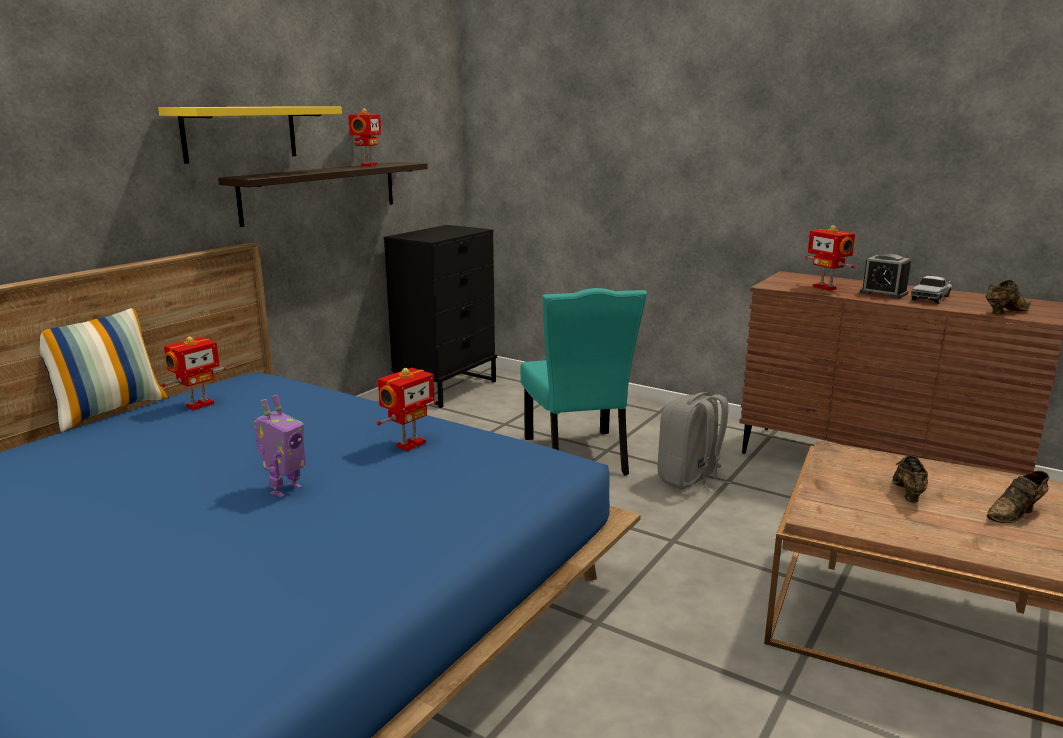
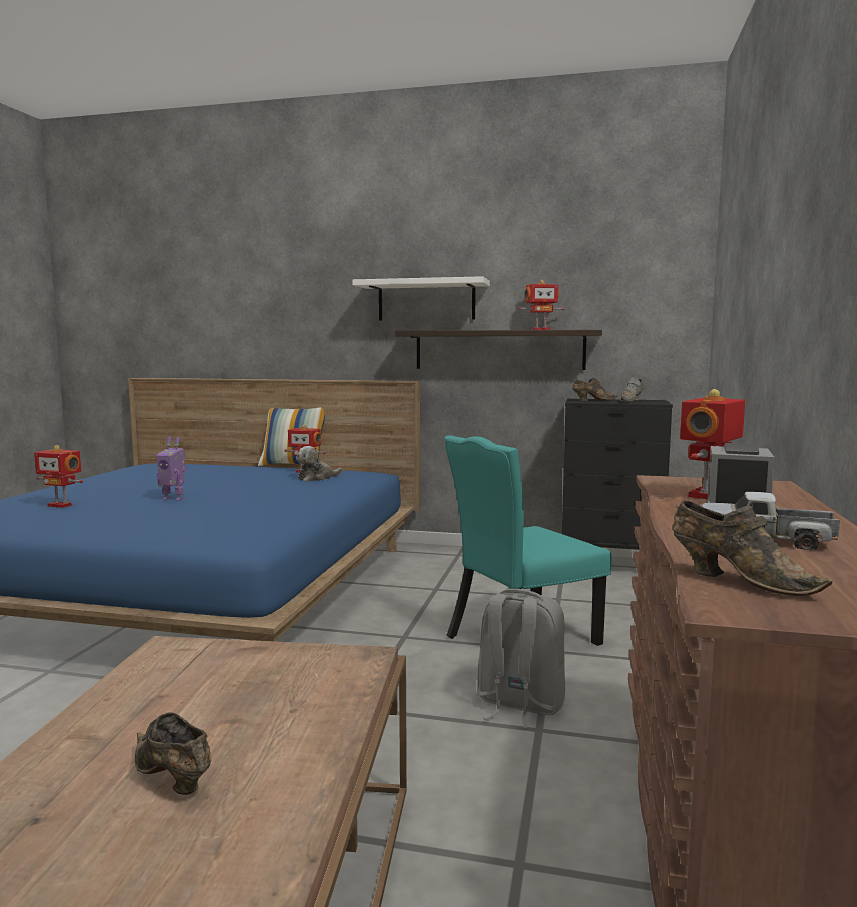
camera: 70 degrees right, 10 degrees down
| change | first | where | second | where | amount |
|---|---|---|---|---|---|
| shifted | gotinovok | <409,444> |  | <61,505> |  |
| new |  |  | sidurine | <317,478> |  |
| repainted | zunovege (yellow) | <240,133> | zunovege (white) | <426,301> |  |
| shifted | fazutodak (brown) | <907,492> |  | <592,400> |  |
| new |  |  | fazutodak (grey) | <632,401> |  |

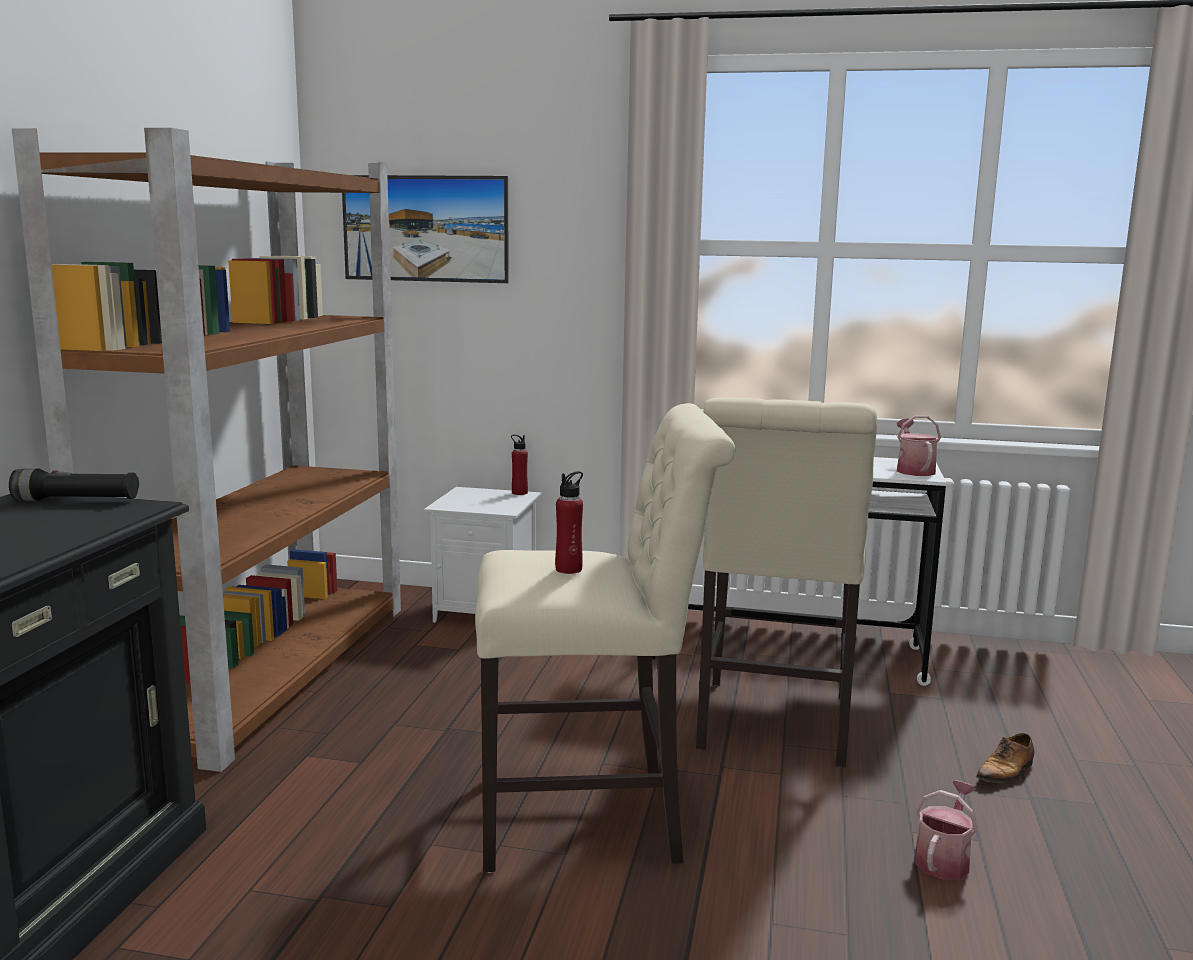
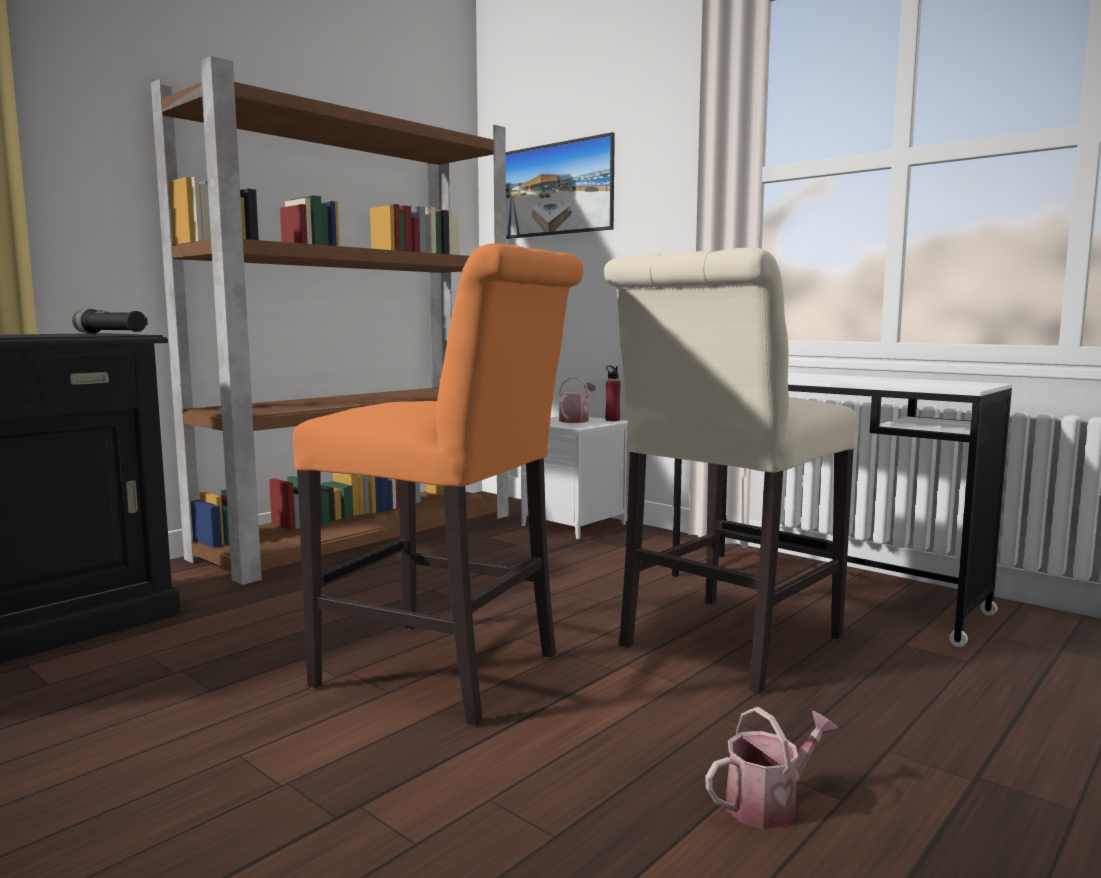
camera: 30 degrees right, 5 degrees down
| change | first | where | second | where | amount |
|---|---|---|---|---|---|
| repainted | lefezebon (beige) | <593,820> | lefezebon (orange) | <449,674> |  |
| shifted | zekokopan | <913,470> |  | <576,420> |  |
| gone | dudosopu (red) | <569,569> |  |  |  |
| gone | fazutodak | <1005,772> |  |  |  |

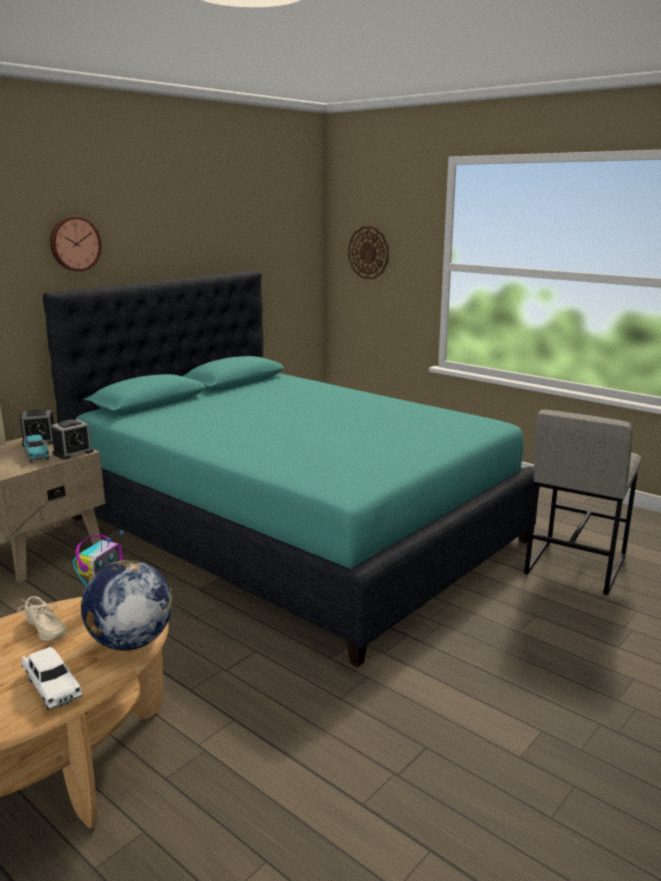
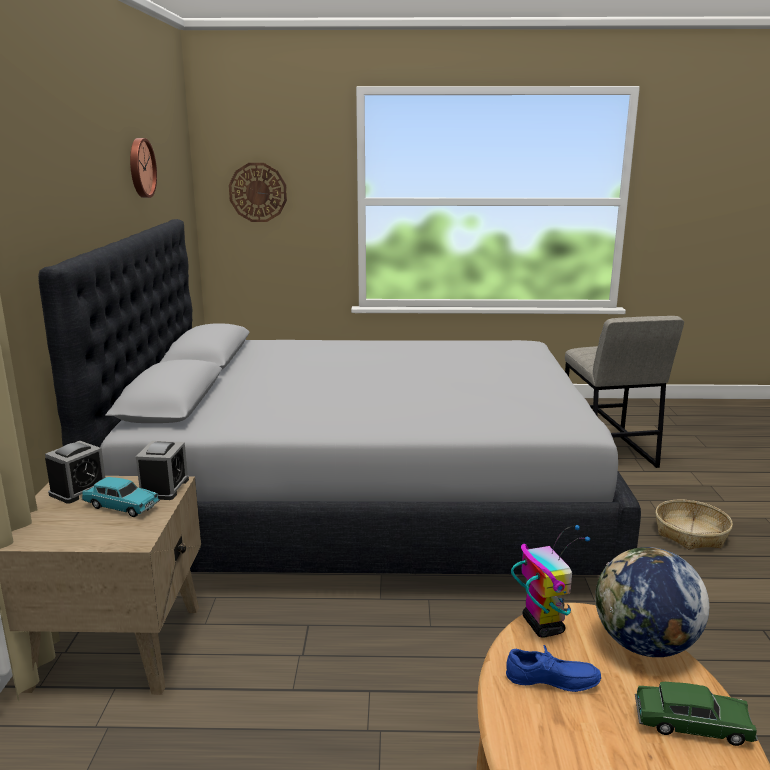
camera: 40 degrees left, 0 degrees up
| change | first | where | second | where | amount |
|---|---|---|---|---|---|
| repainted | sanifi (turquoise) | <293,528> | sanifi (grey) | <362,505> |  |
| shifted | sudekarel | <74,243> |  | <140,168> |  |
| repainted | fazutodak (beige) | <43,630> | fazutodak (blue) | <552,682> |  |
| repainted | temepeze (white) | <52,687> | temepeze (green) | <692,725> |  |
| new |  |  | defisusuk | <690,533> |  |

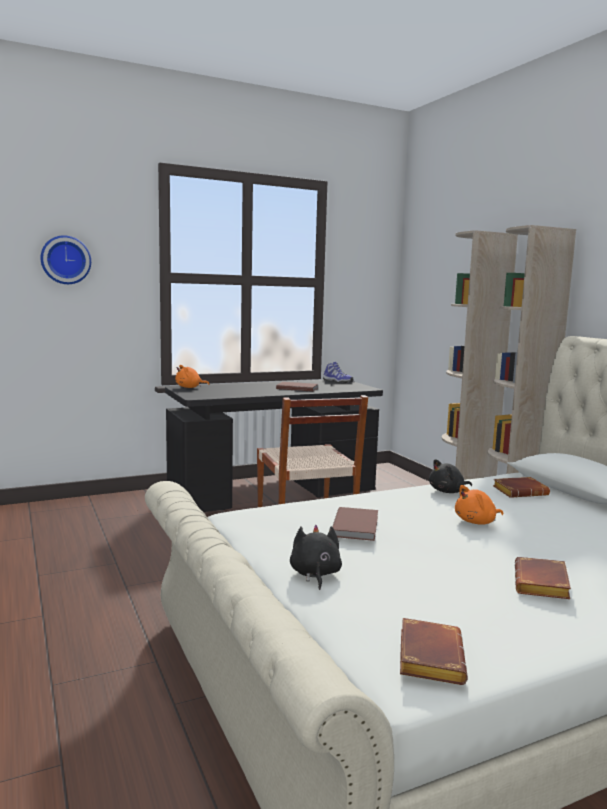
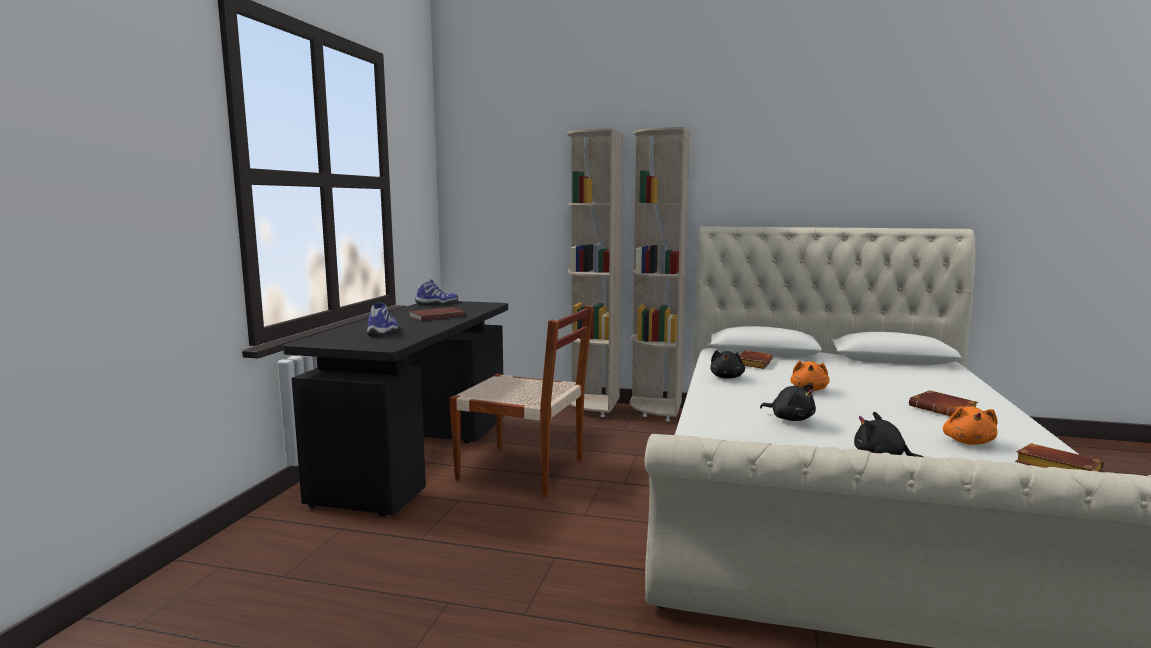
camera: 50 degrees left, 0 degrees up
| change | first | where | second | where | amount |
|---|---|---|---|---|---|
| new |  |  | fazutodak | <384,332> |  |
| swapped | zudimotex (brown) | <357,526> | sidurine (black) | <790,418> |  |
| shifted | sidurine (orange) | <190,387> |  | <968,442> |  |
| gone | sudekarel | <65,260> |  |  |  |

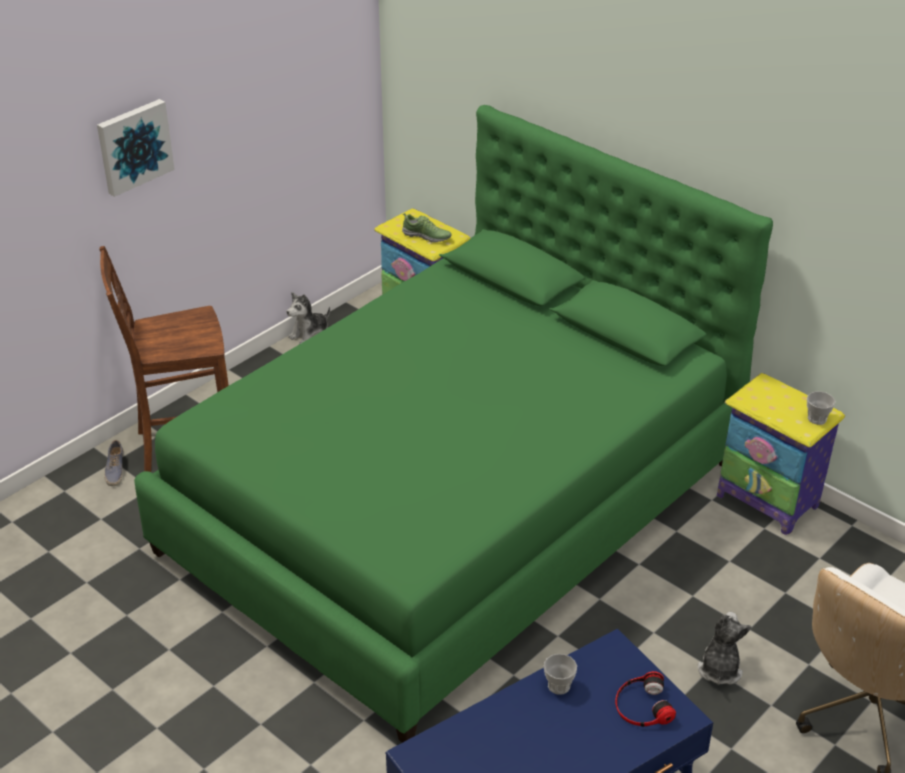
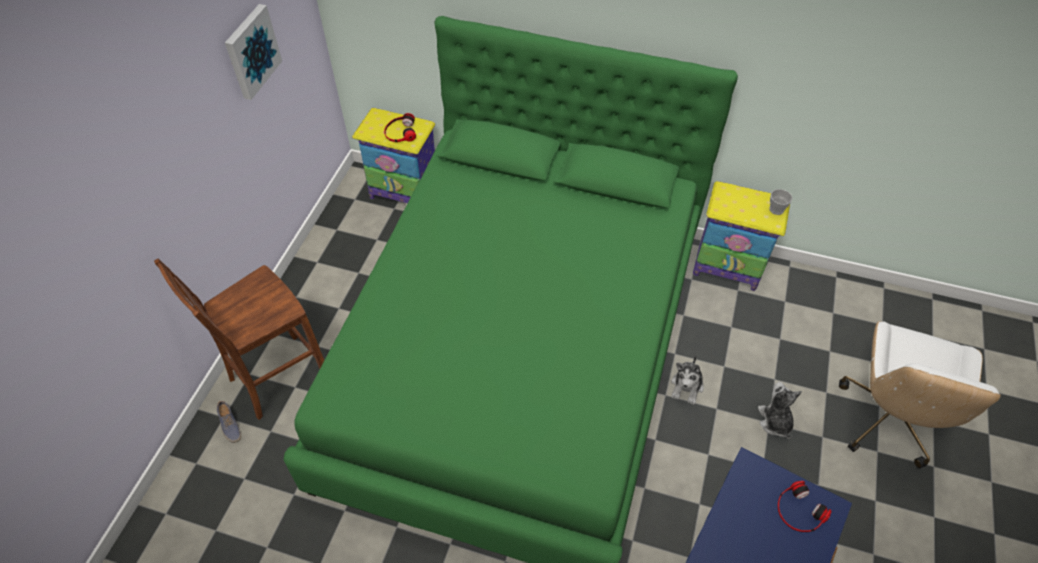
camera: 25 degrees left, 15 degrees up
| change | first | where | second | where | amount |
|---|---|---|---|---|---|
| shifted | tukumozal | <134,146> |  | <251,51> |  |
| swapped | fazutodak | <427,236> | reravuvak | <400,132> |  |
| shifted | sidurine | <310,335> |  | <687,386> |  |
| gone | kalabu | <559,685> |  |  |  |

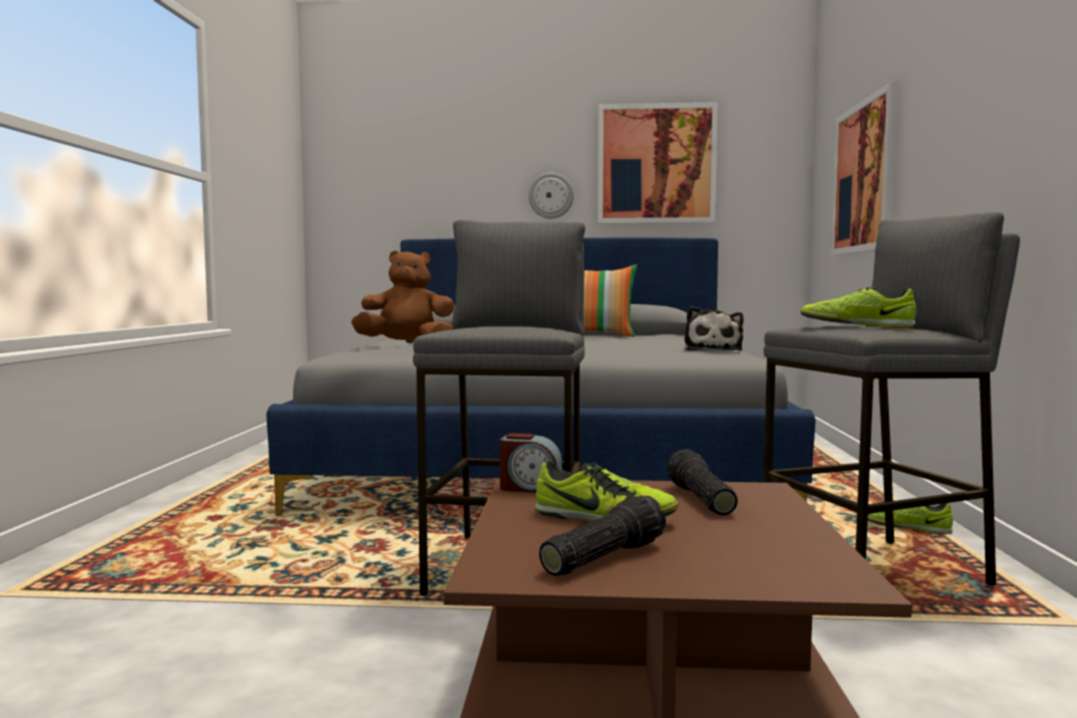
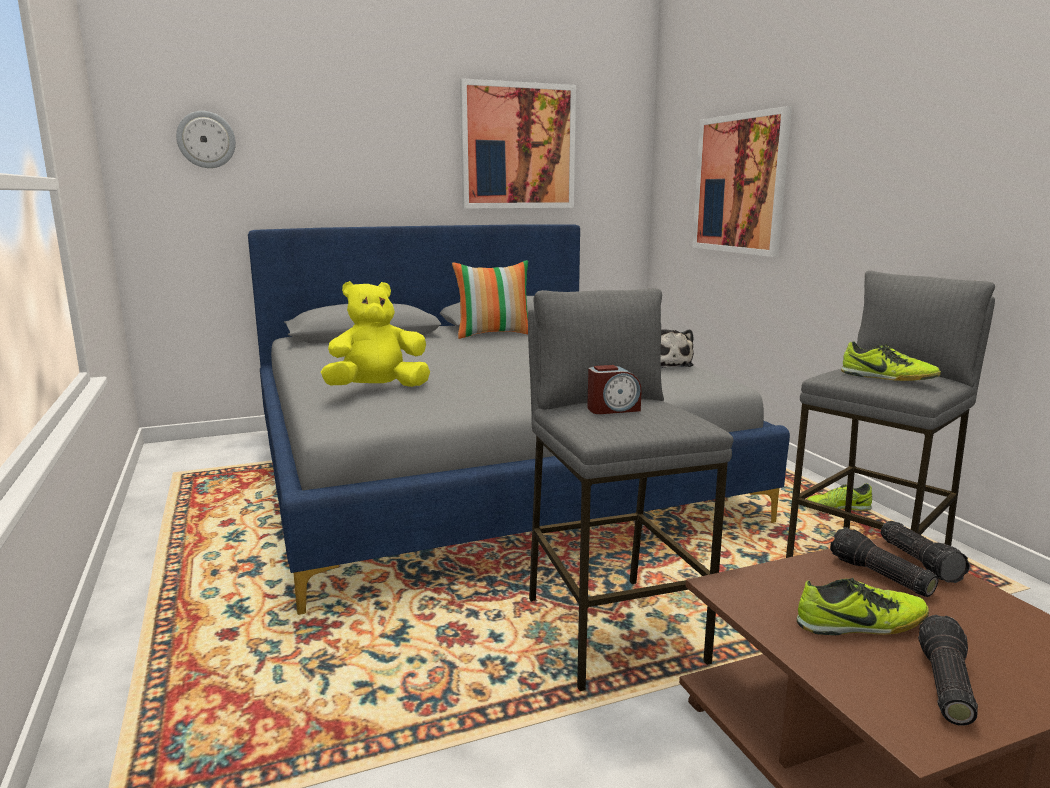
camera: 25 degrees left, 10 degrees up
| change | first | where | second | where | amount |
|---|---|---|---|---|---|
| shifted | sudekarel | <551,195> |  | <206,139> |  |
| repainted | sidurine (brown) | <407,345> | sidurine (yellow) | <377,389> |  |
| shifted | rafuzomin | <530,488> |  | <613,409> |  |
| rotated | fazutodak | <856,326> |  | <887,378> | 135 degrees counterclockwise |
| new |  |  | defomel | <921,561> |  |

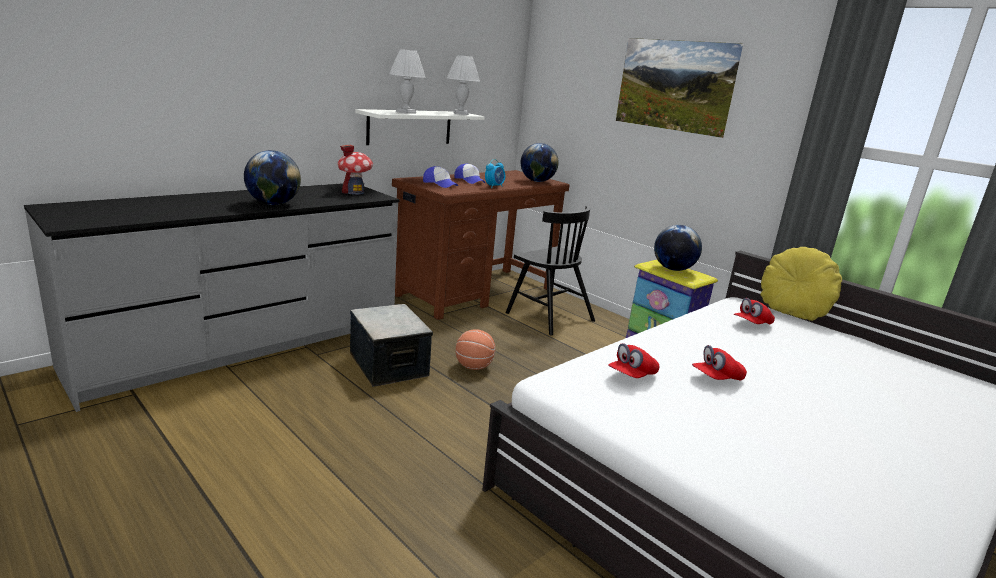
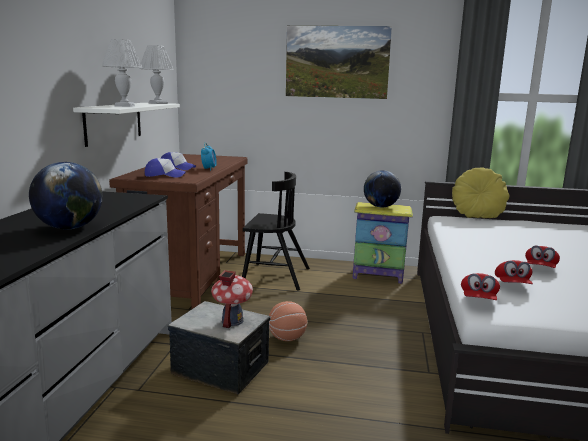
camera: 35 degrees left, 5 degrees down
| change | first | where | second | where | amount |
|---|---|---|---|---|---|
| shifted | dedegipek | <354,192> |  | <232,321> |  |
| shifted | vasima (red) | <751,324> |  | <478,300> |  |
| gone | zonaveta | <537,181> |  |  |  |

